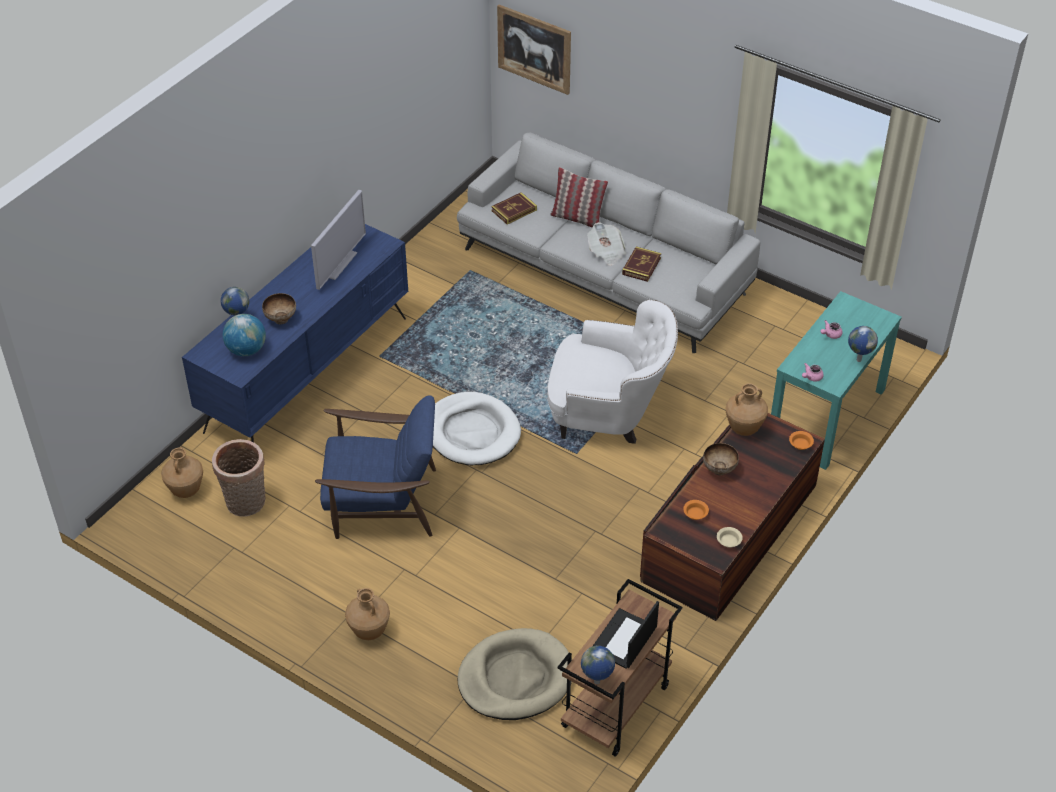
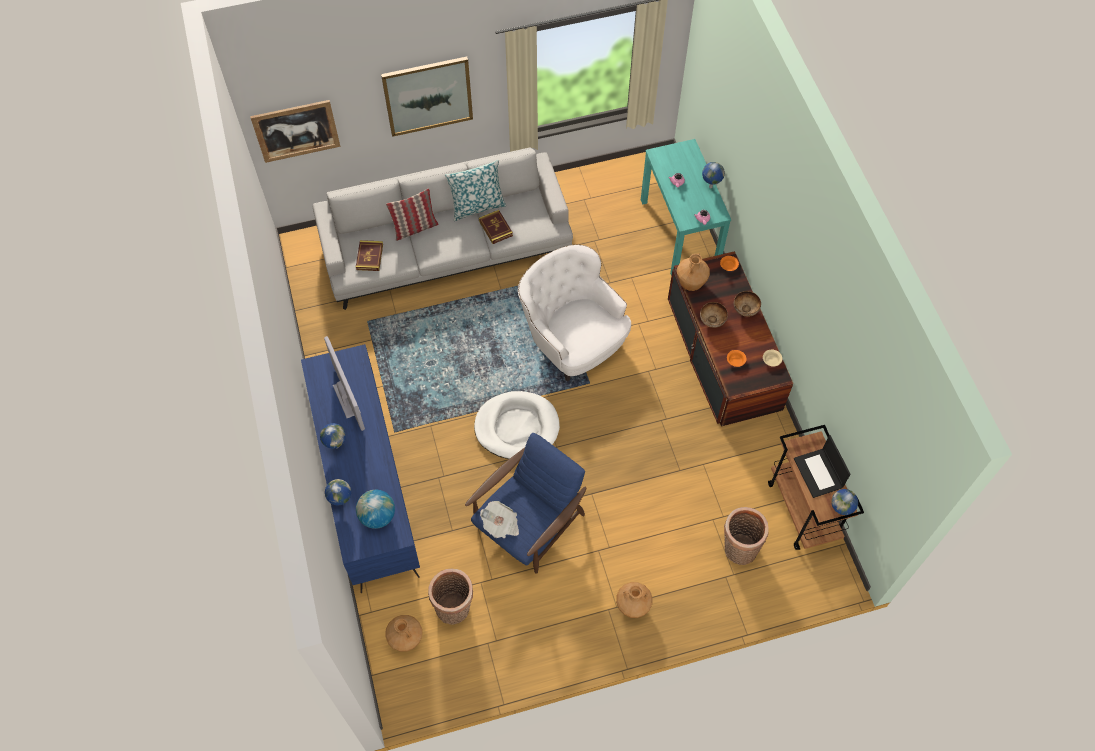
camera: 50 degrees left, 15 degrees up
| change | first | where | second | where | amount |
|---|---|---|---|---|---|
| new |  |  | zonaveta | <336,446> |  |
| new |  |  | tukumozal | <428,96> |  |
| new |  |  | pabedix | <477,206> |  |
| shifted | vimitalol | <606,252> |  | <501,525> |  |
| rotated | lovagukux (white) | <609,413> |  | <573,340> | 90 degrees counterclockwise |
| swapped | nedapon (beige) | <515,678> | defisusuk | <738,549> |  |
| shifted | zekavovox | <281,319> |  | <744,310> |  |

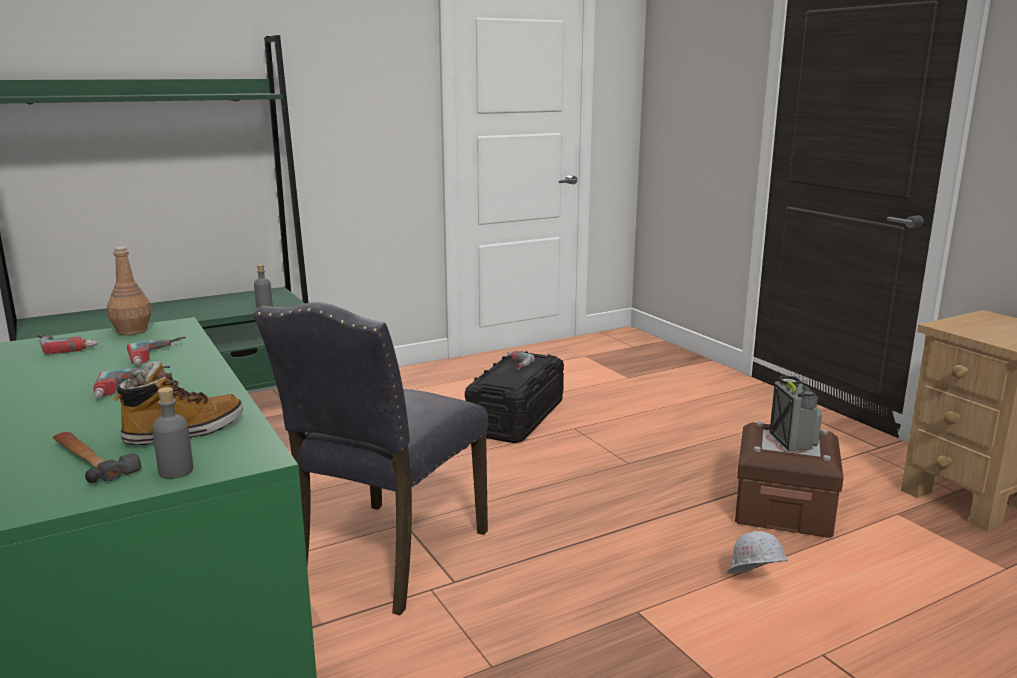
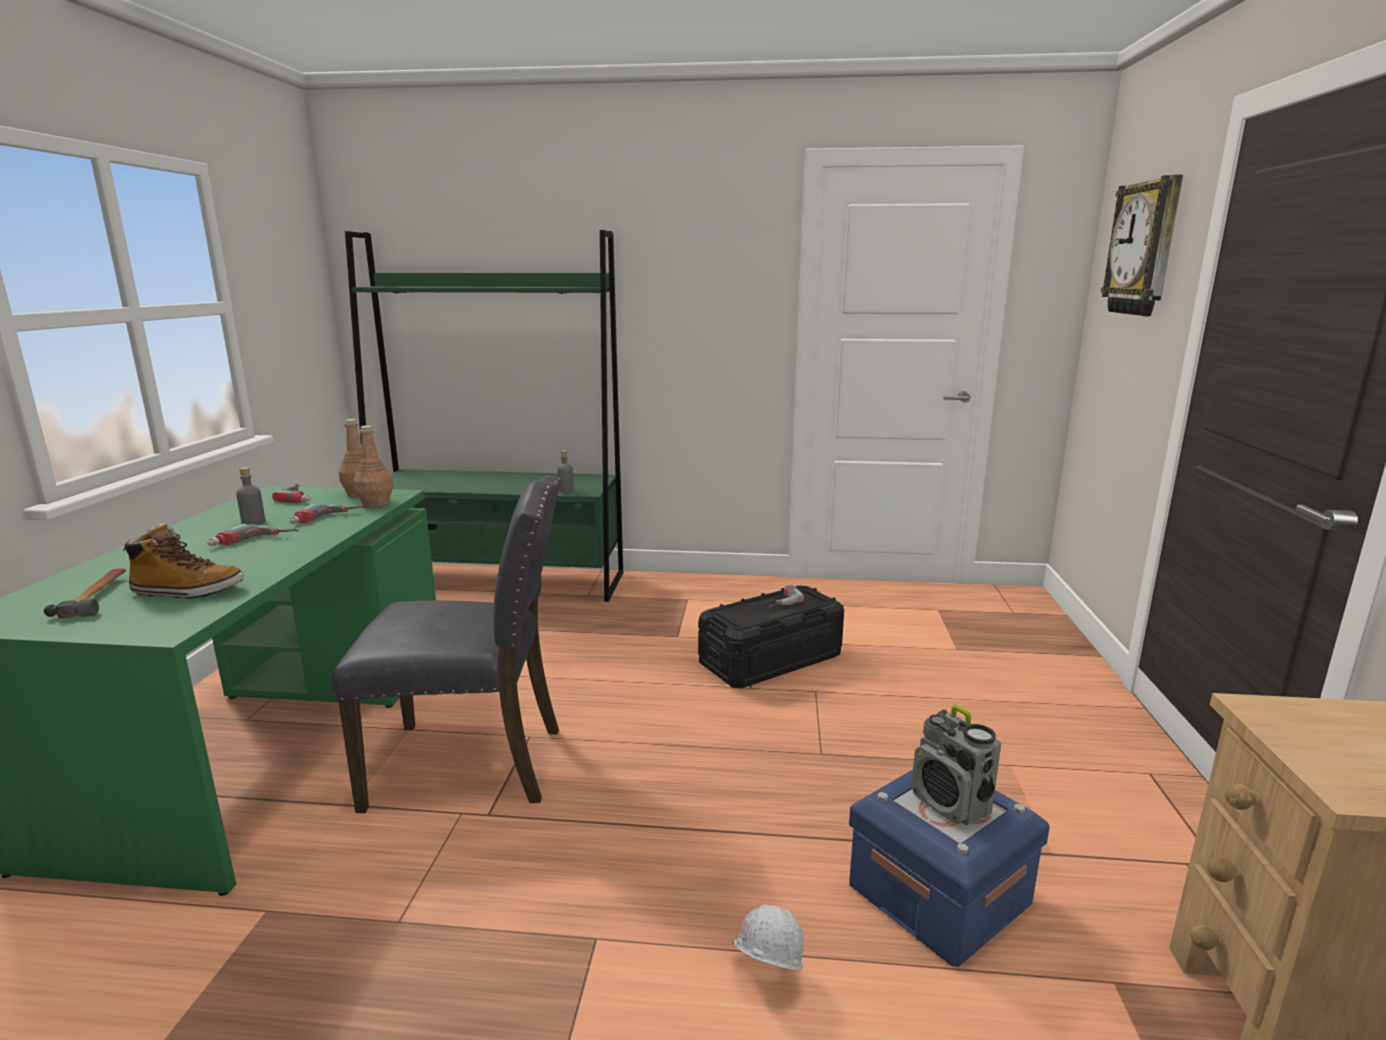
camera: 35 degrees right, 0 degrees up
| change | first | where | second | where | amount |
|---|---|---|---|---|---|
| shifted | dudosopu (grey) | <176,471> |  | <253,523> |  |
| rotated | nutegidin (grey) | <388,558> |  | <473,764> | 150 degrees counterclockwise |
| new |  |  | dudosopu (brown) | <376,503> |  |
| repainted | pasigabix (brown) | <783,509> | pasigabix (blue) | <938,894> |  |
| rotated | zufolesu | <792,441> |  | <950,804> | 120 degrees clockwise |
| new |  |  | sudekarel | <1144,249> |  |

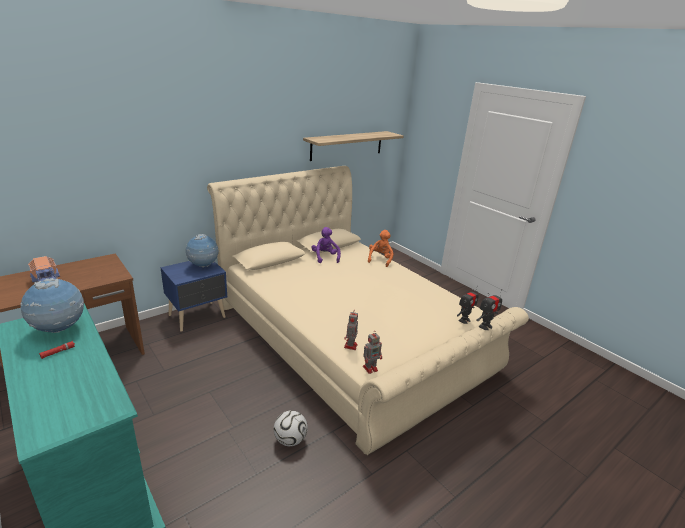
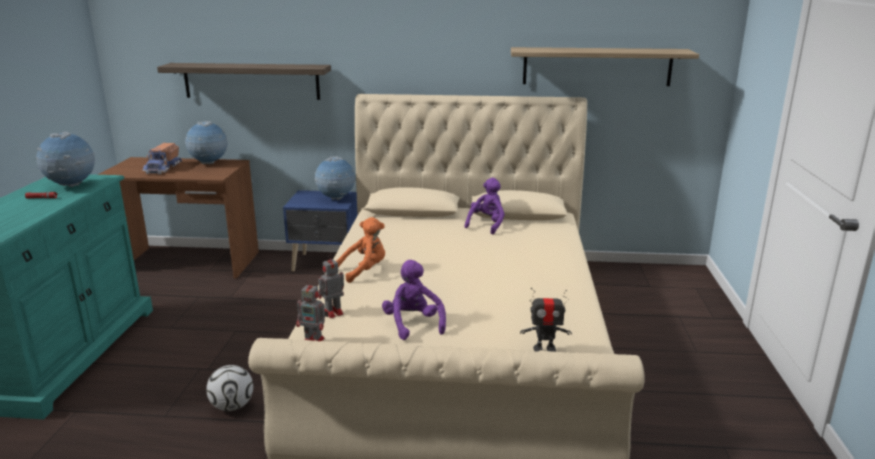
camera: 45 degrees right, 5 degrees down
| change | first | where | second | where | amount |
|---|---|---|---|---|---|
| new |  |  | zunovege | <251,81> |  |
| new |  |  | zonaveta | <209,163> |  |
| shifted | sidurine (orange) | <380,259> |  | <364,270> |  |
| new |  |  | sidurine (purple) | <413,324> |  |
| gone | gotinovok | <485,326> |  |  |  |

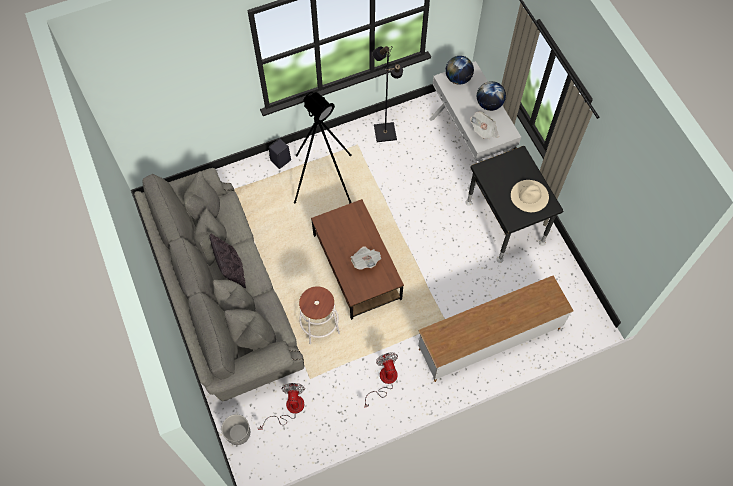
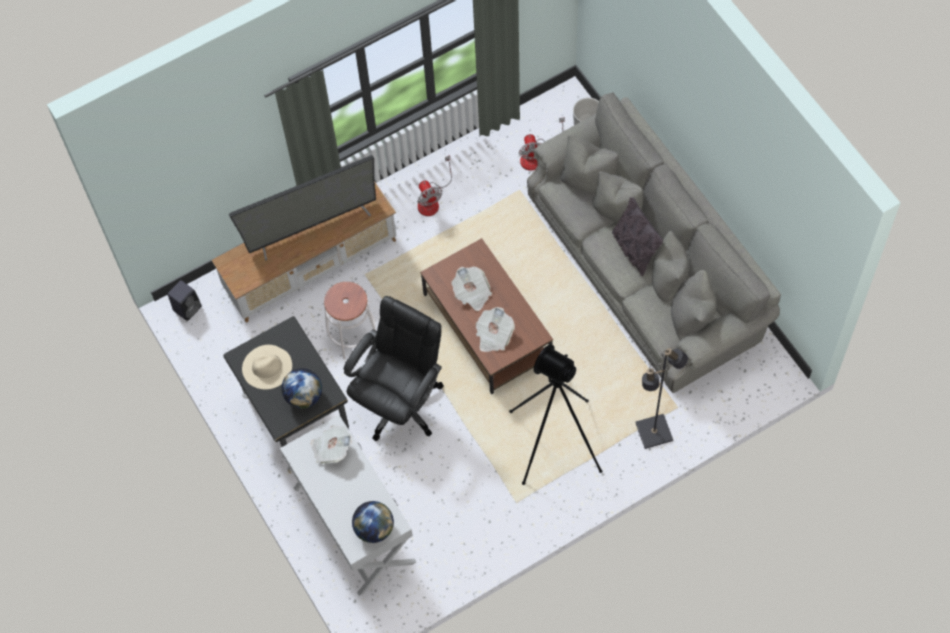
camera: 175 degrees right, 0 degrees up
| change | first | where | second | where | amount |
|---|---|---|---|---|---|
| shifted | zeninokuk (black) | <280,161> |  | <188,307> |  |
| new |  |  | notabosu | <312,227> |  |
| shifted | zonaveta | <489,104> |  | <304,396> |  |
| shifted | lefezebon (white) | <319,325> |  | <352,334> |  |
| new |  |  | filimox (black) | <399,403> |  |
| new |  |  | vimitalol | <493,335> |  |
| shifted | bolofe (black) | <385,132> |  | <653,431> |  |

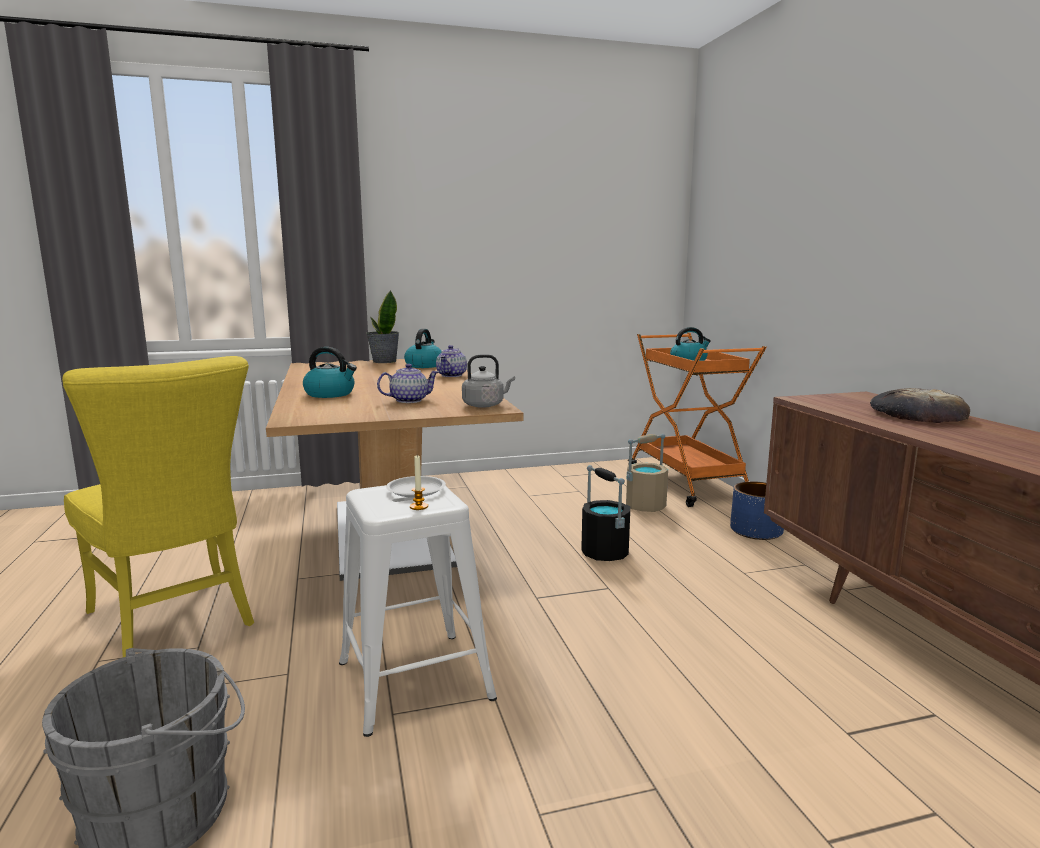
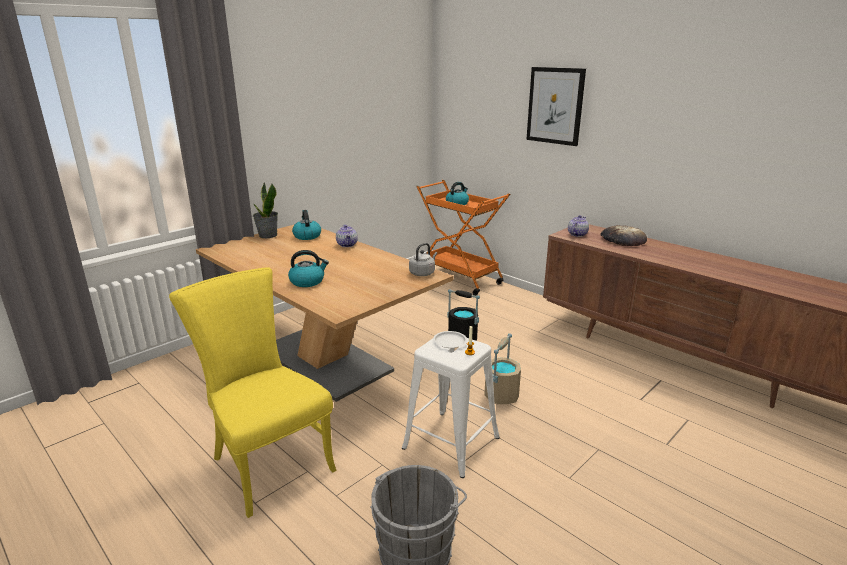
camera: 30 degrees left, 10 degrees up
| change | first | where | second | where | amount |
|---|---|---|---|---|---|
| rotated | nutegidin (yellow) | <176,620> |  | <267,461> | 150 degrees counterclockwise |
| shifted | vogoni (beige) | <645,506> |  | <501,395> |  |
| new |  |  | tukumozal | <555,106> |  |
| shifted | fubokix | <409,400> |  | <577,234> |  |
| gone | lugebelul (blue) | <756,531> |  |  |  |

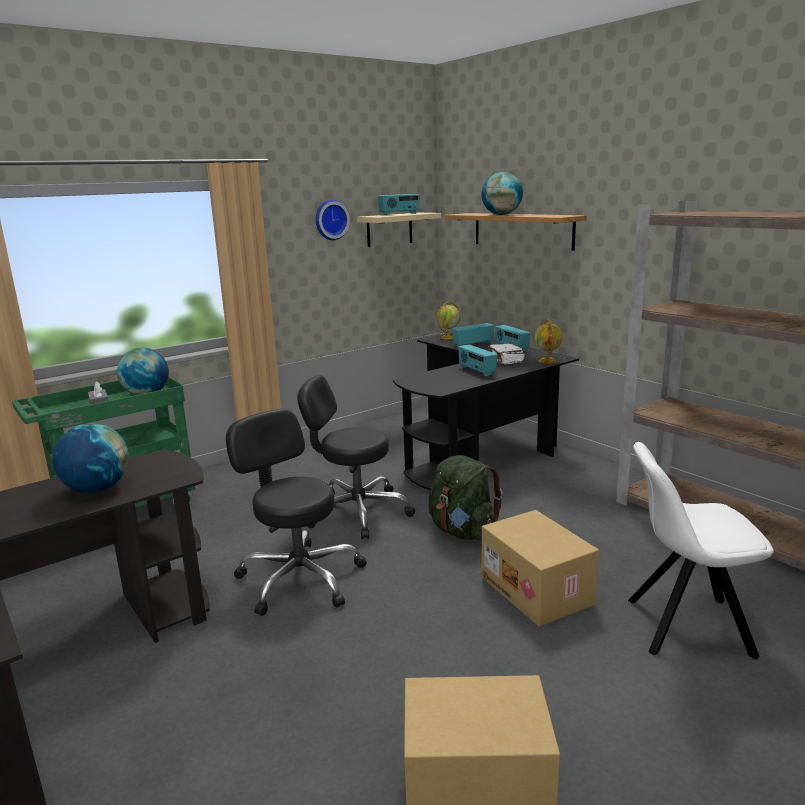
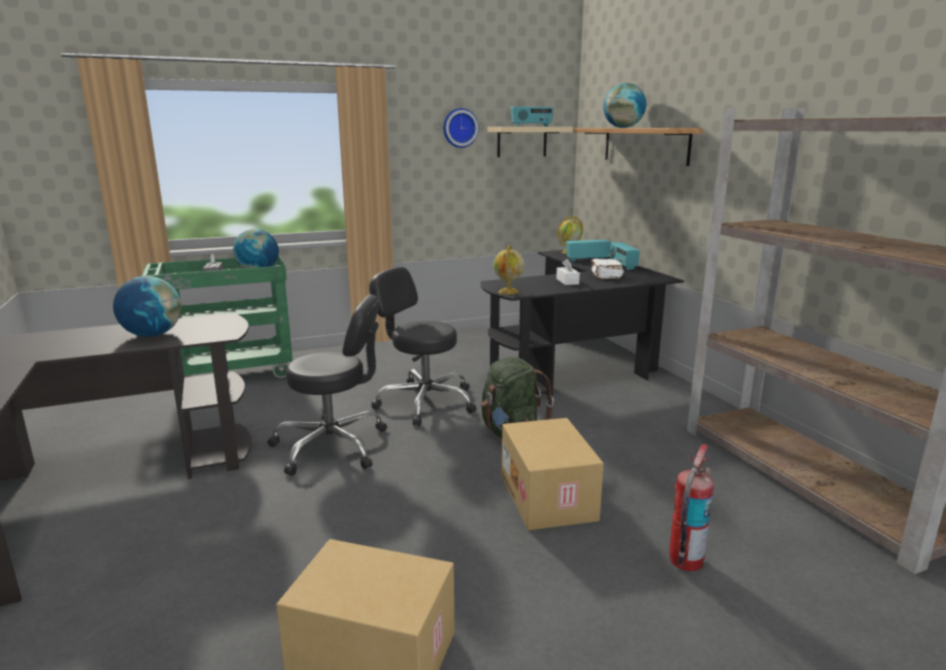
camera: 15 degrees right, 0 degrees up
| change | first | where | second | where | amount |
|---|---|---|---|---|---|
| rotated | filimox (black) | <297,576> |  | <336,447> | 120 degrees clockwise |
| shifted | zonaveta | <547,361> |  | <508,292> |  |
| swapped | zufolesu | <476,371> | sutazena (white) | <567,281> |  |
| swapped | nutegidin (white) | <687,626> | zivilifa | <684,560> |  |

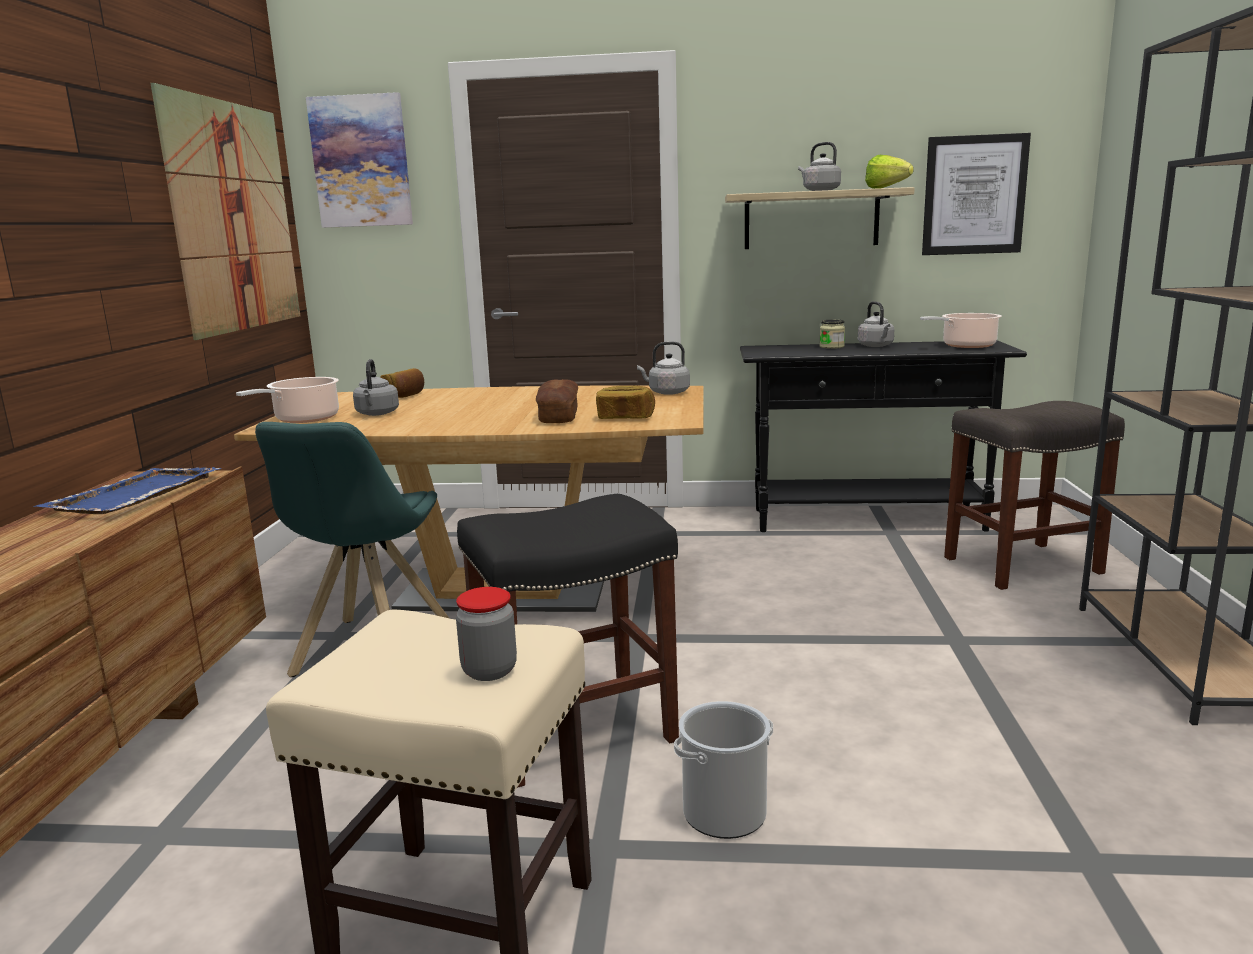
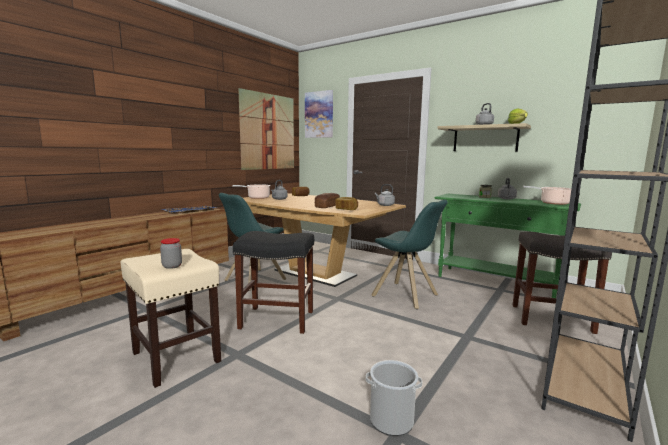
camera: 30 degrees right, 5 degrees down
| change | first | where | second | where | amount |
|---|---|---|---|---|---|
| shifted | vogoni | <724,813> |  | <391,420> |  |
| new |  |  | nutegidin (turquoise) | <405,295> |  |
| repainted | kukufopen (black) | <868,520> | kukufopen (green) | <495,283> |  |
| gone | tukumozal | <974,195> |  |  |  |

